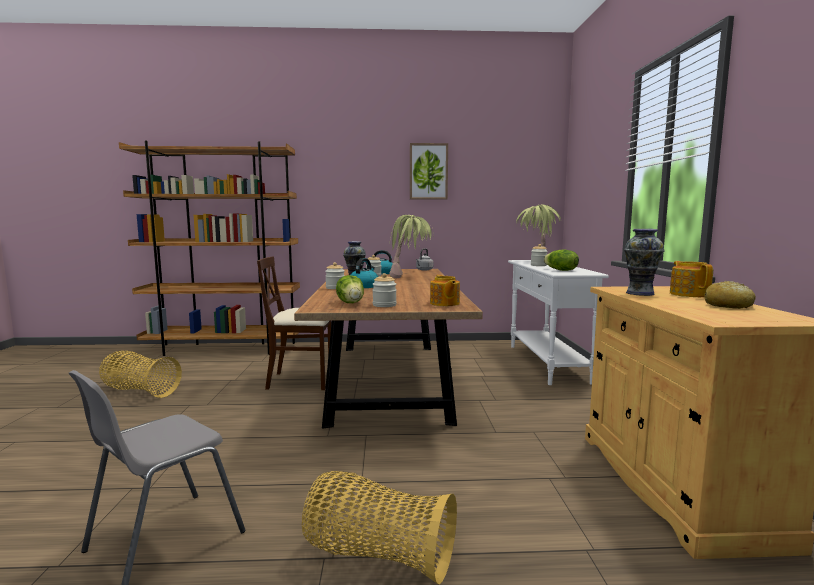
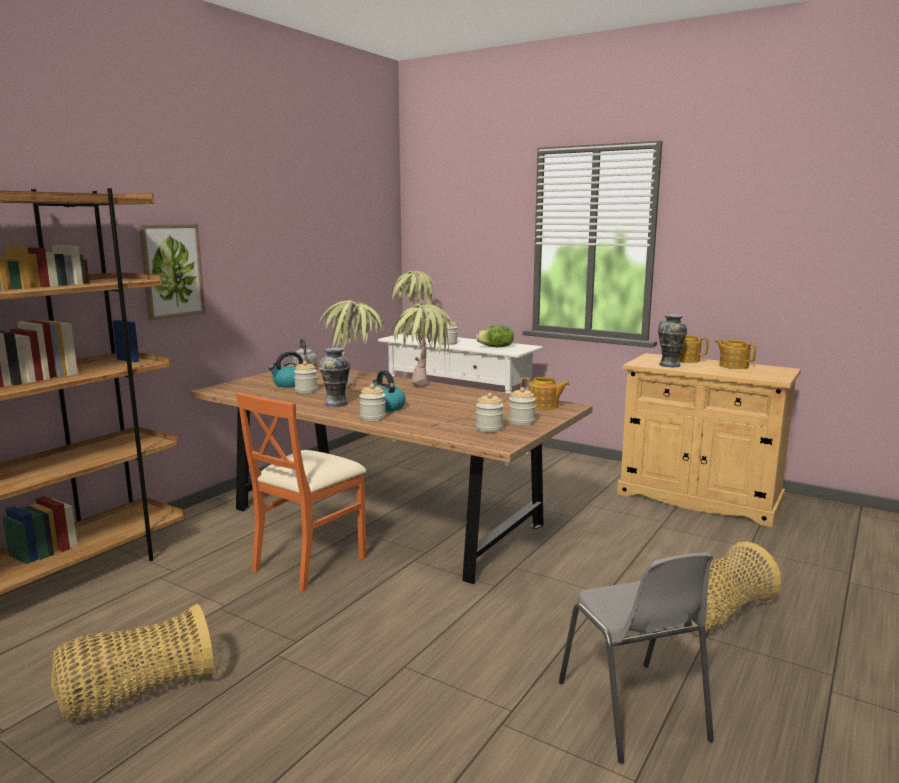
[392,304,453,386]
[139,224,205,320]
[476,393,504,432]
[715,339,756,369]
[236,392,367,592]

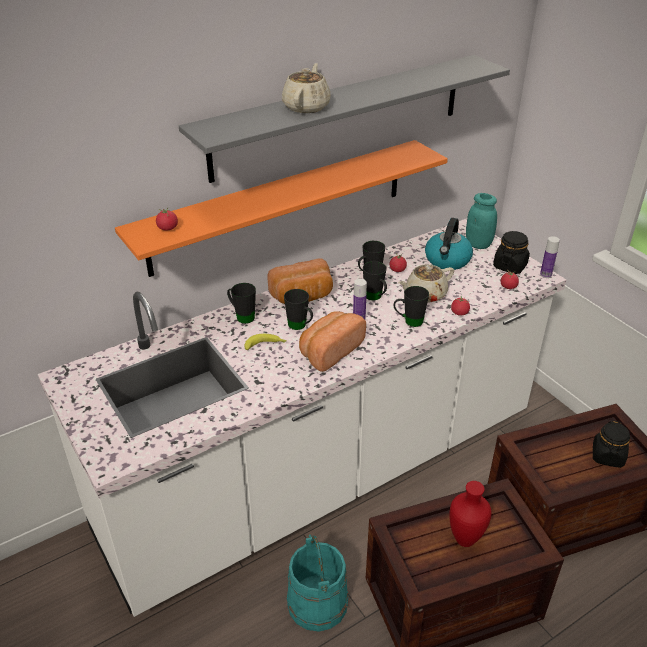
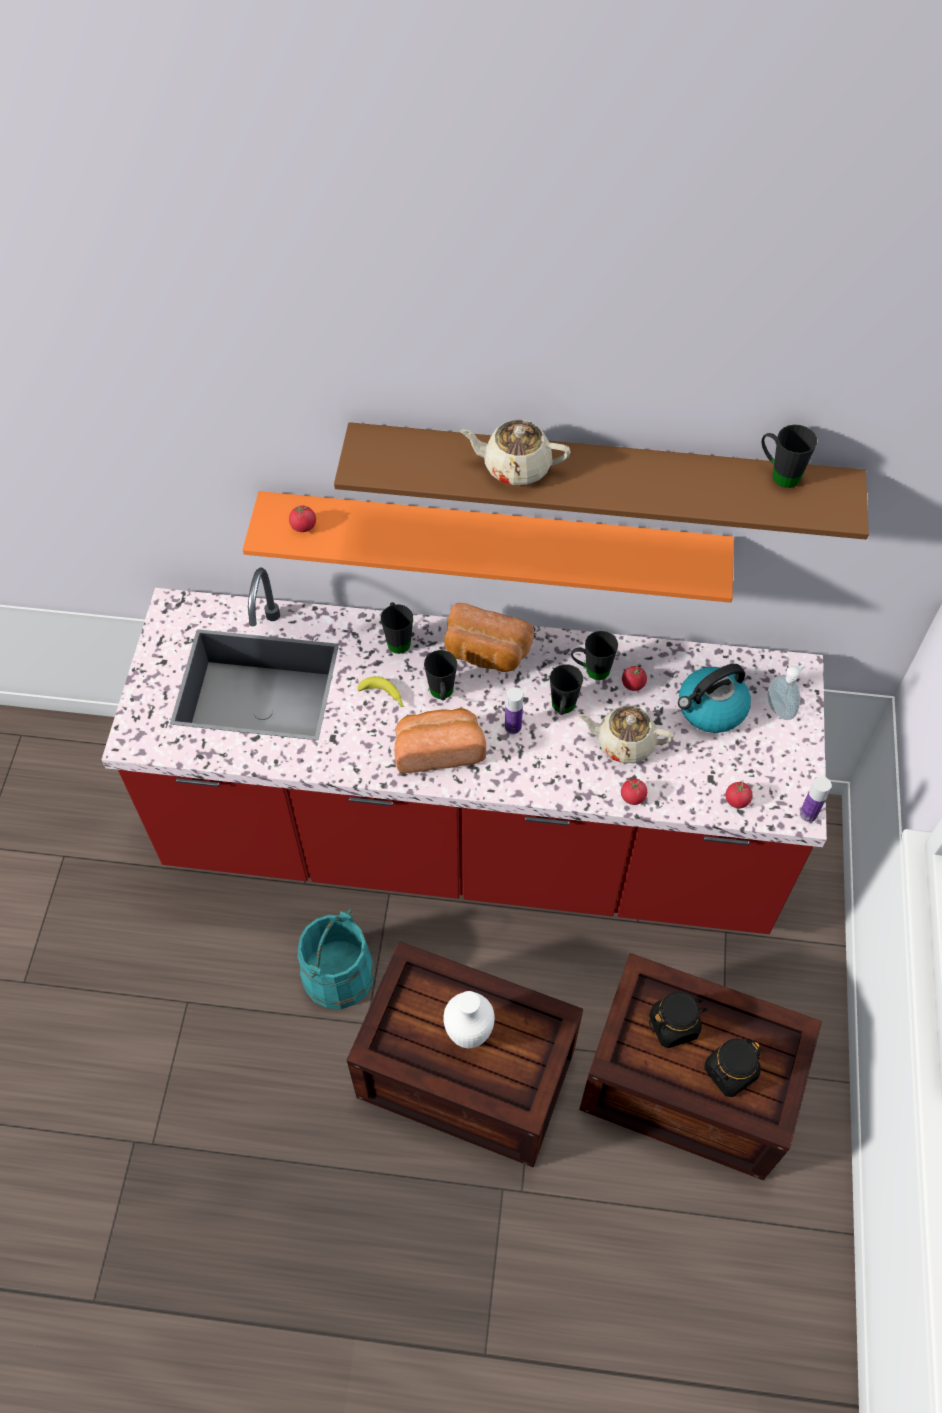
[762,424,817,488]
[649,992,707,1048]
[767,664,805,720]
[101,567,827,934]
[334,422,869,540]
[443,991,495,1048]
[460,419,571,485]

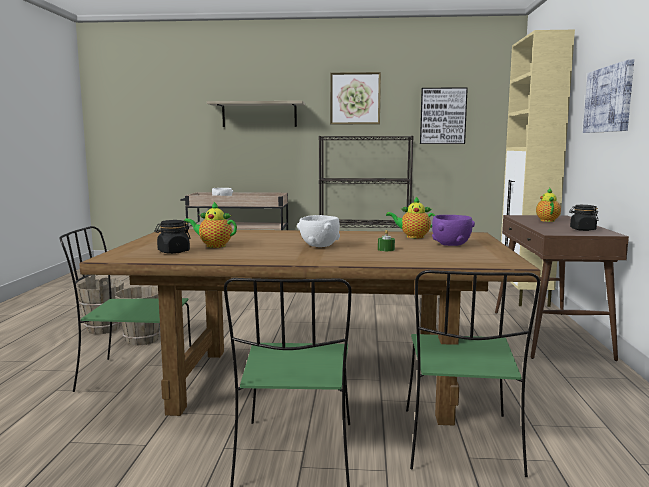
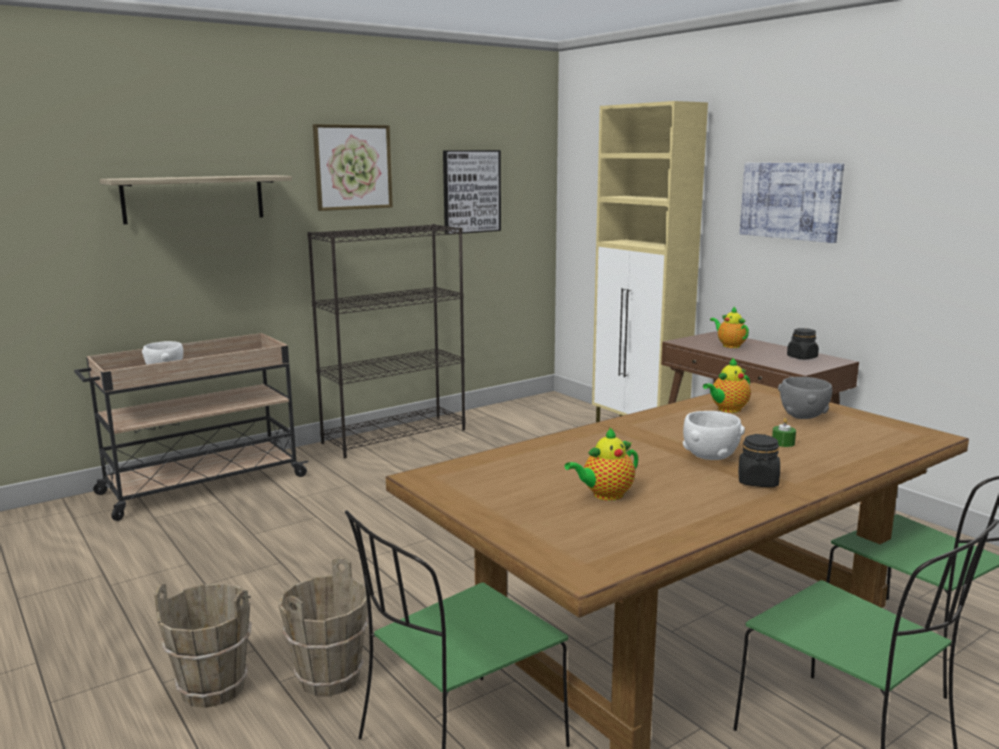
[738,434,780,487]
[778,377,832,419]

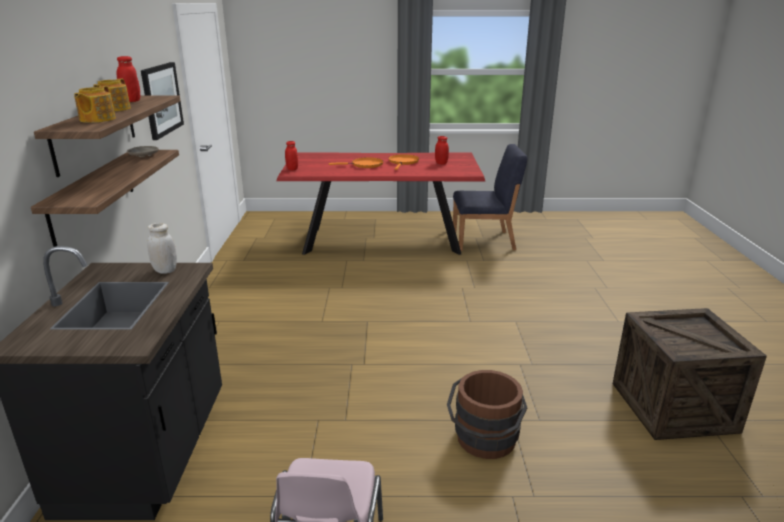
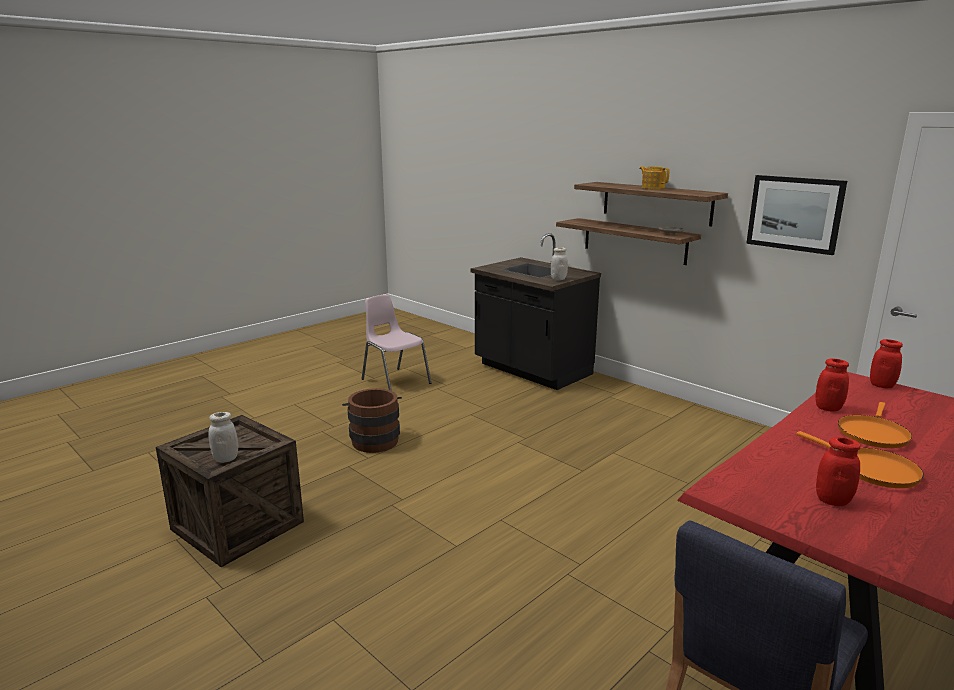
[74,86,116,123] (first image)
[208,412,238,463]
[815,359,849,412]

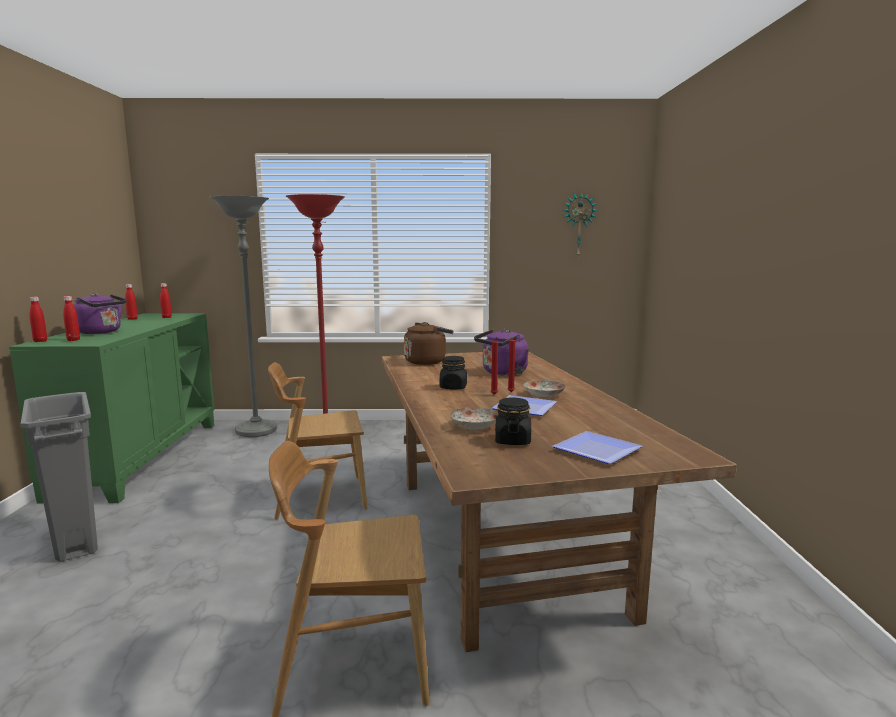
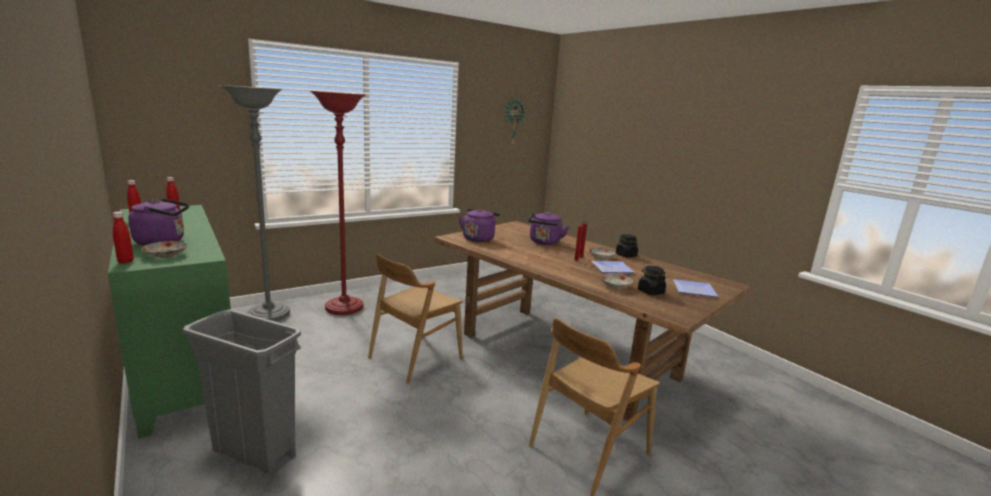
[616,234,638,257]
[141,241,187,258]
[458,209,500,242]

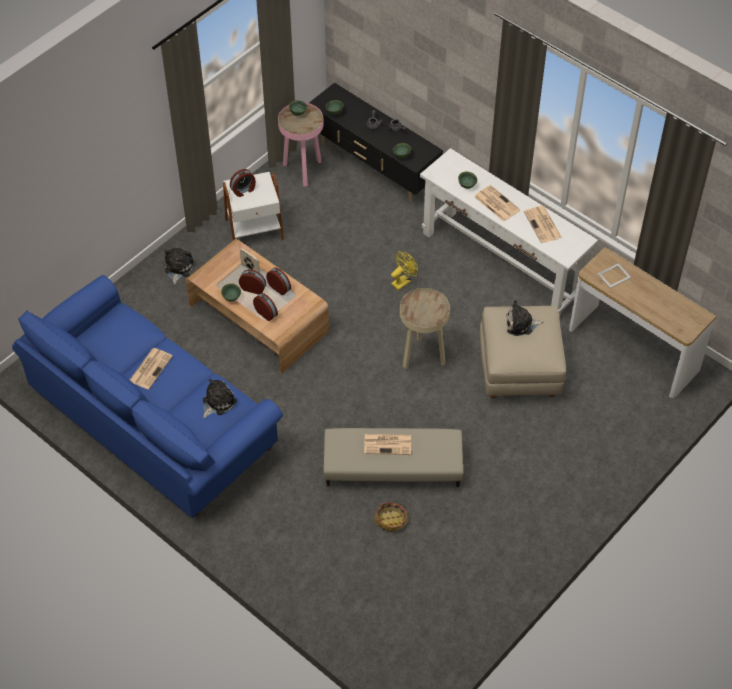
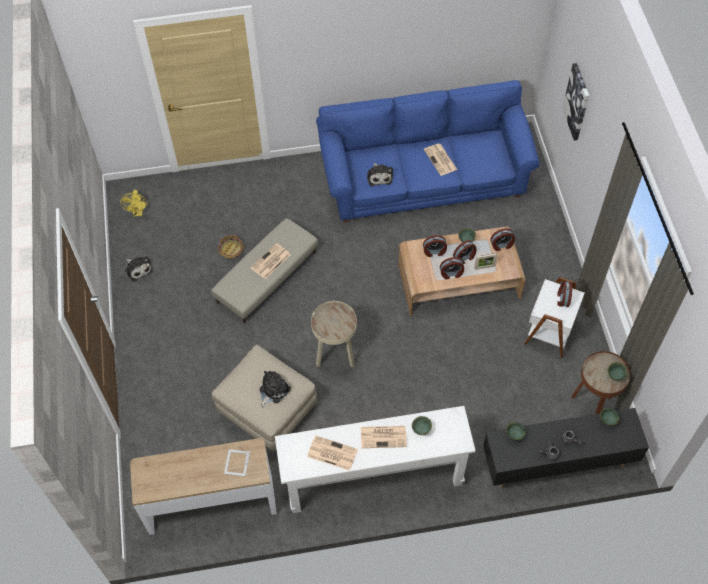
[490,228,515,251]
[562,63,589,140]
[125,256,153,282]
[120,190,148,217]
[571,351,630,414]

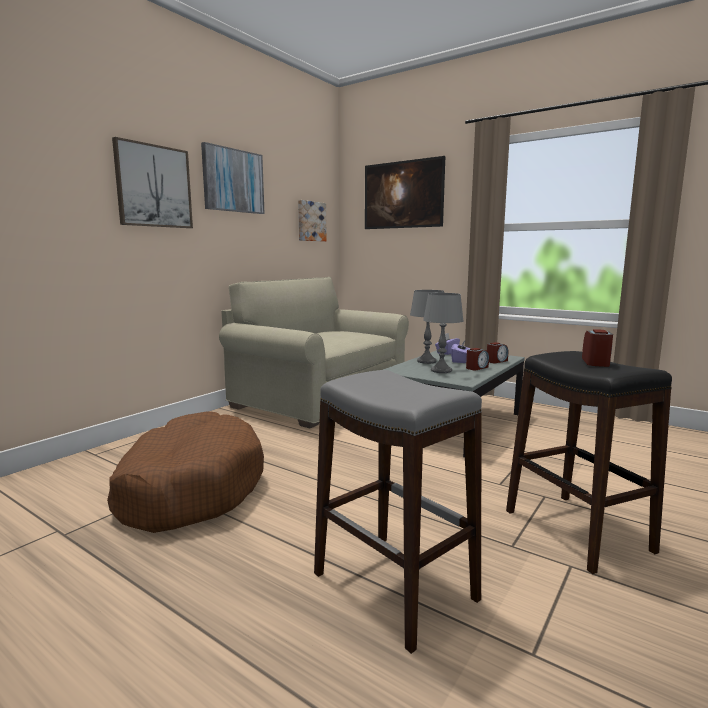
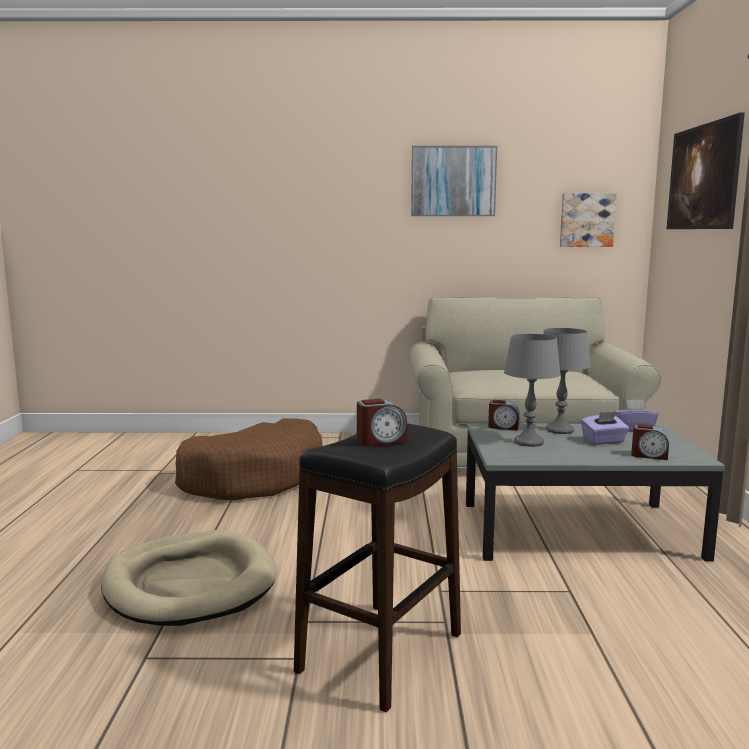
[112,137,193,228] (first image)
[488,400,520,431]
[101,530,277,626]

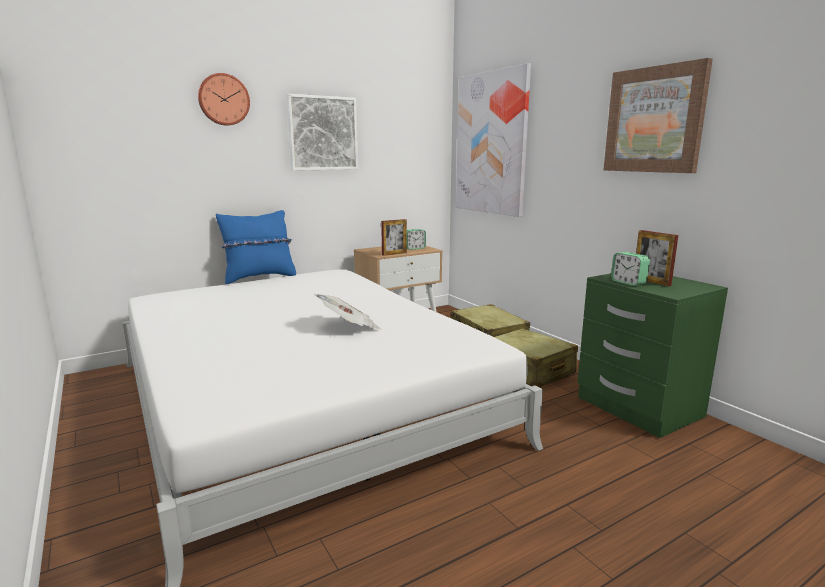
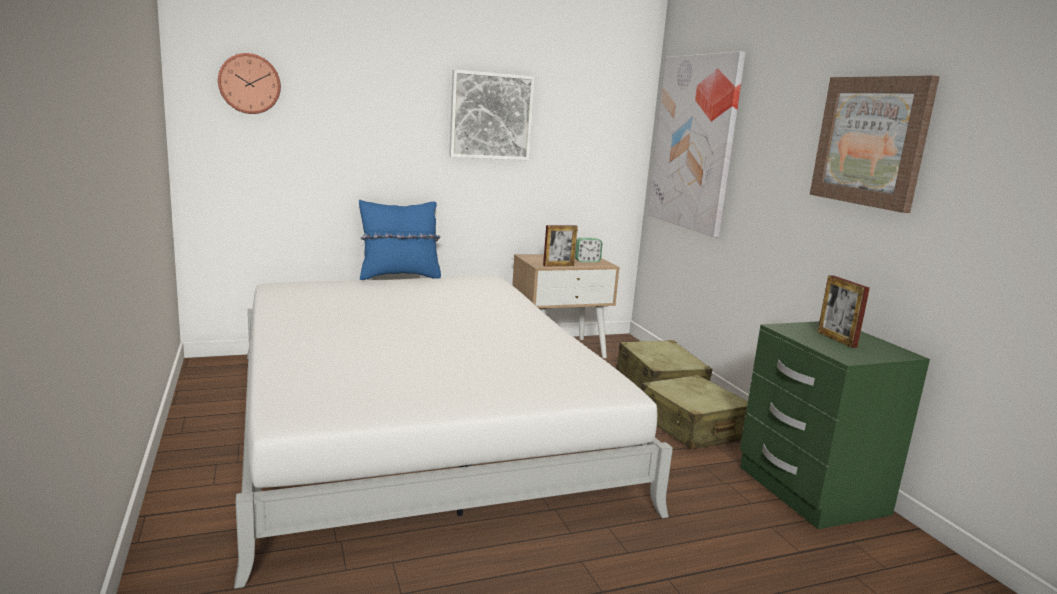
[314,294,381,329] (first image)
[611,252,650,286] (first image)
[218,53,281,114]

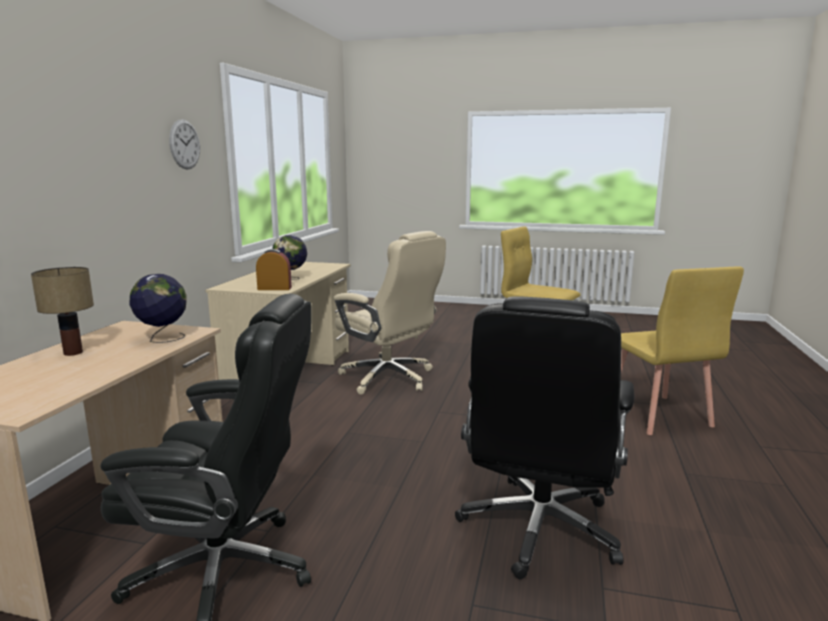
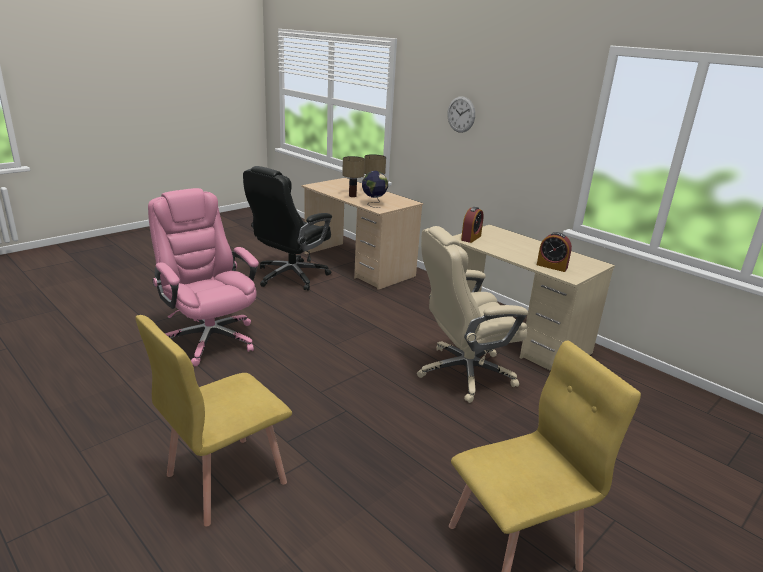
[272,235,307,280] (first image)
[342,156,365,197]
[537,232,572,272]
[447,96,475,133]
[148,188,259,366]
[135,315,292,527]

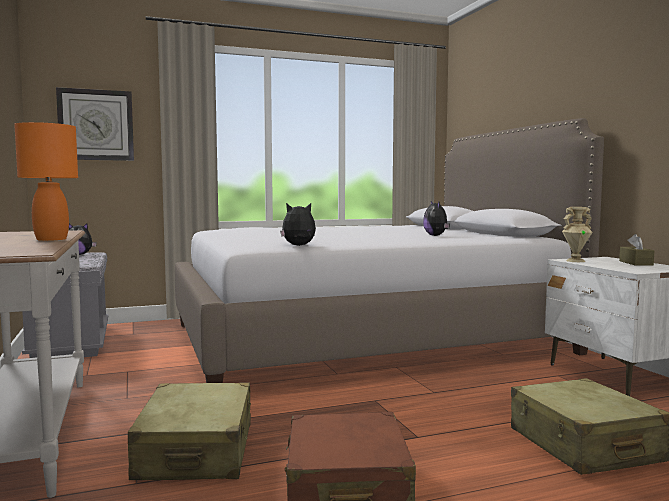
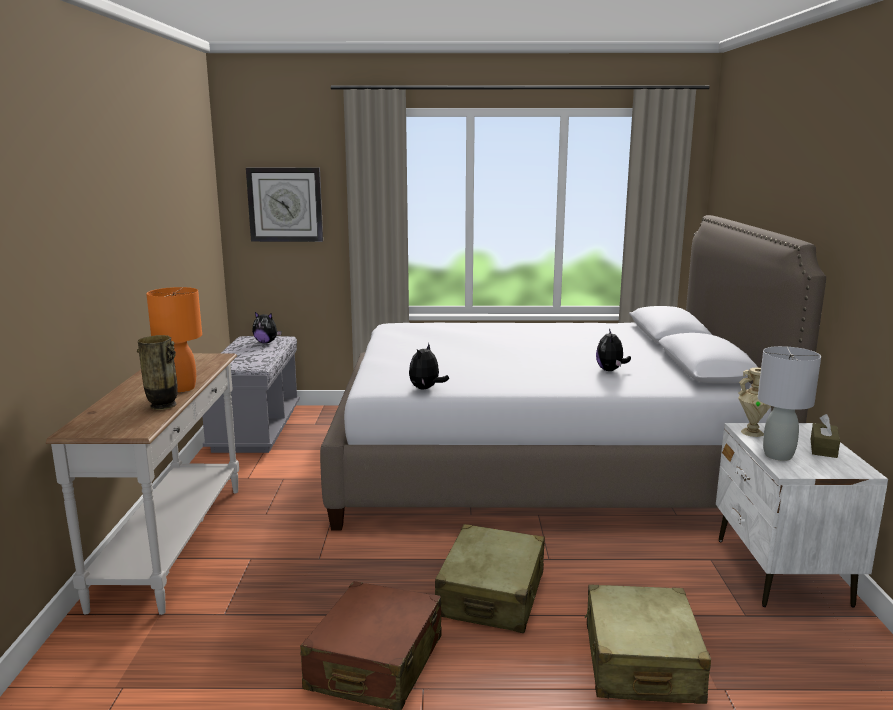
[137,335,178,410]
[758,346,821,461]
[435,524,545,633]
[409,343,449,389]

